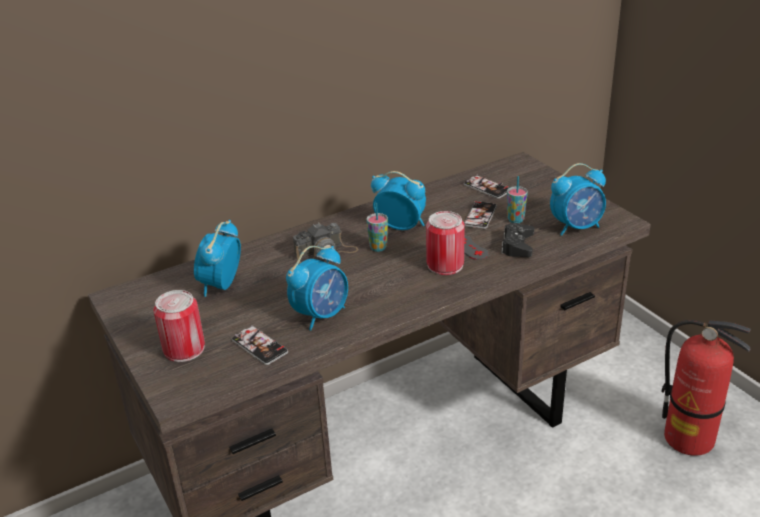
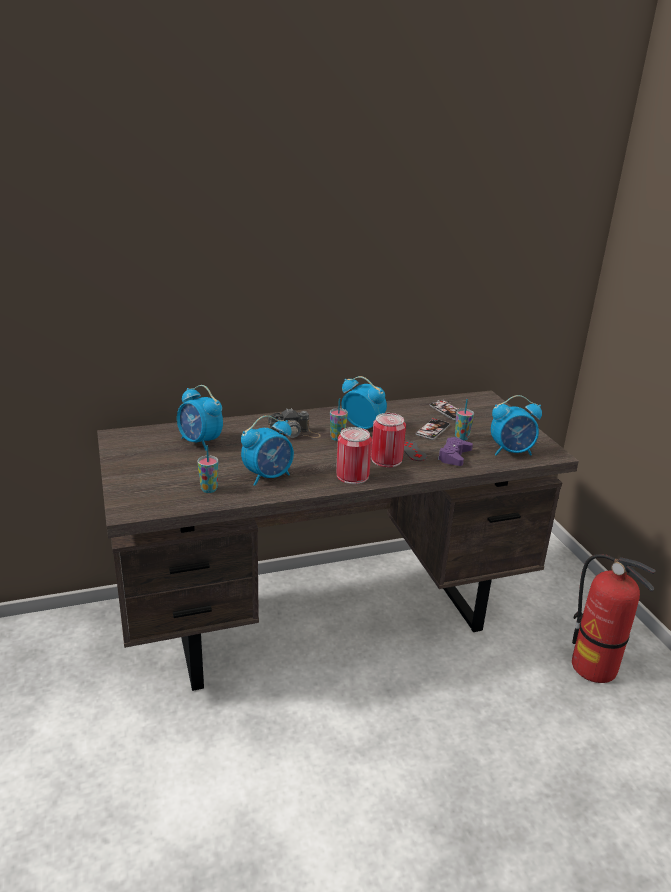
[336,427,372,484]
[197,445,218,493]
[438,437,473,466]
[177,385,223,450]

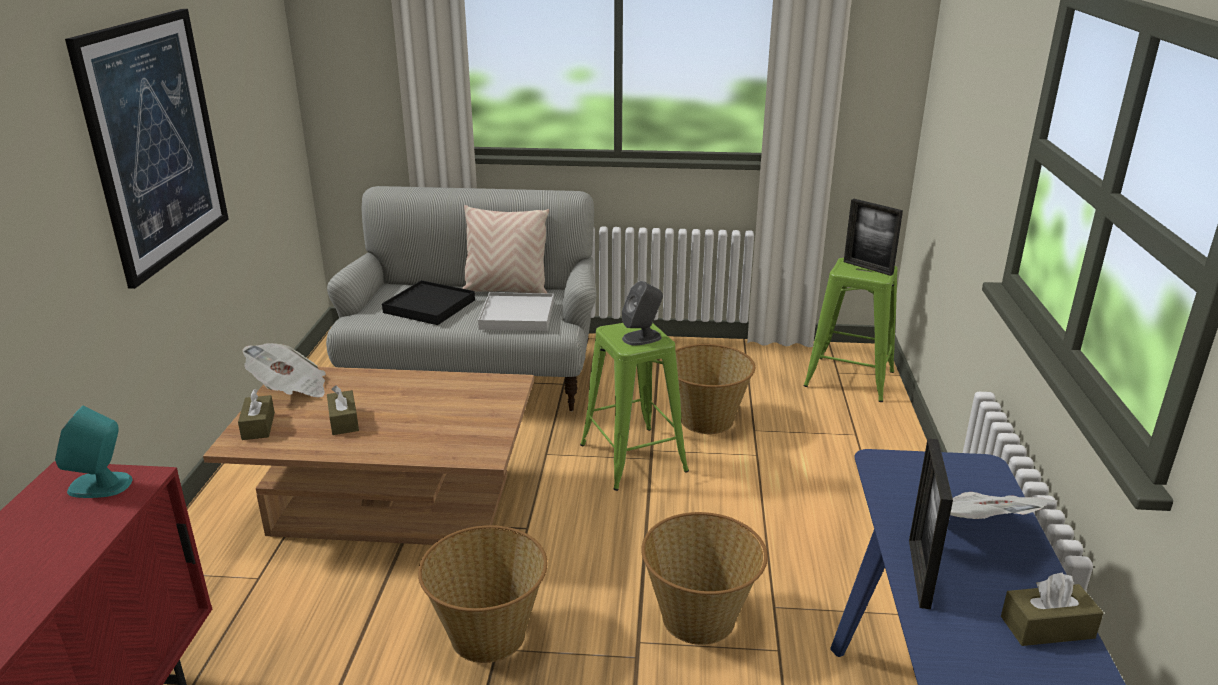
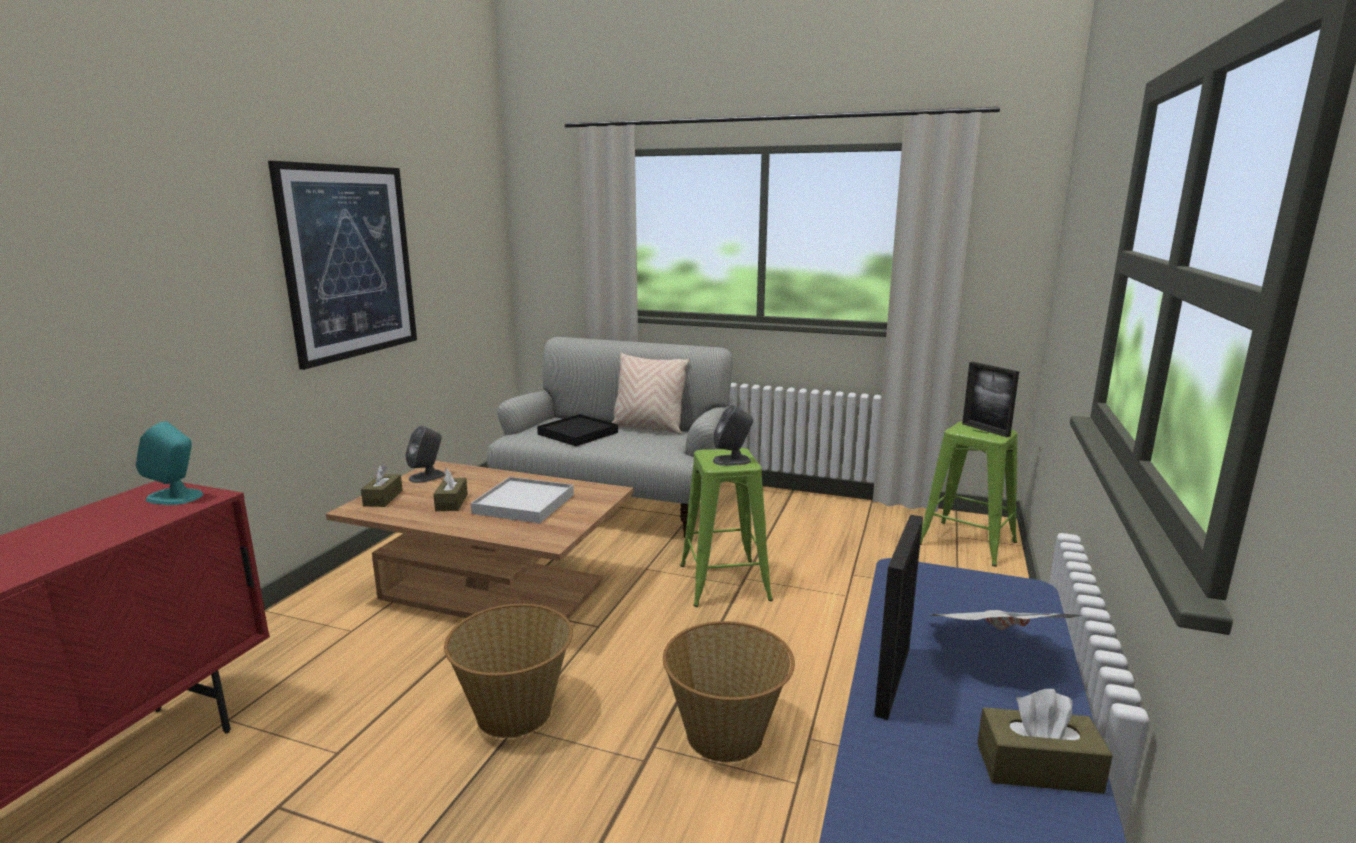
[675,344,755,434] (first image)
[471,477,574,524]
[405,426,445,483]

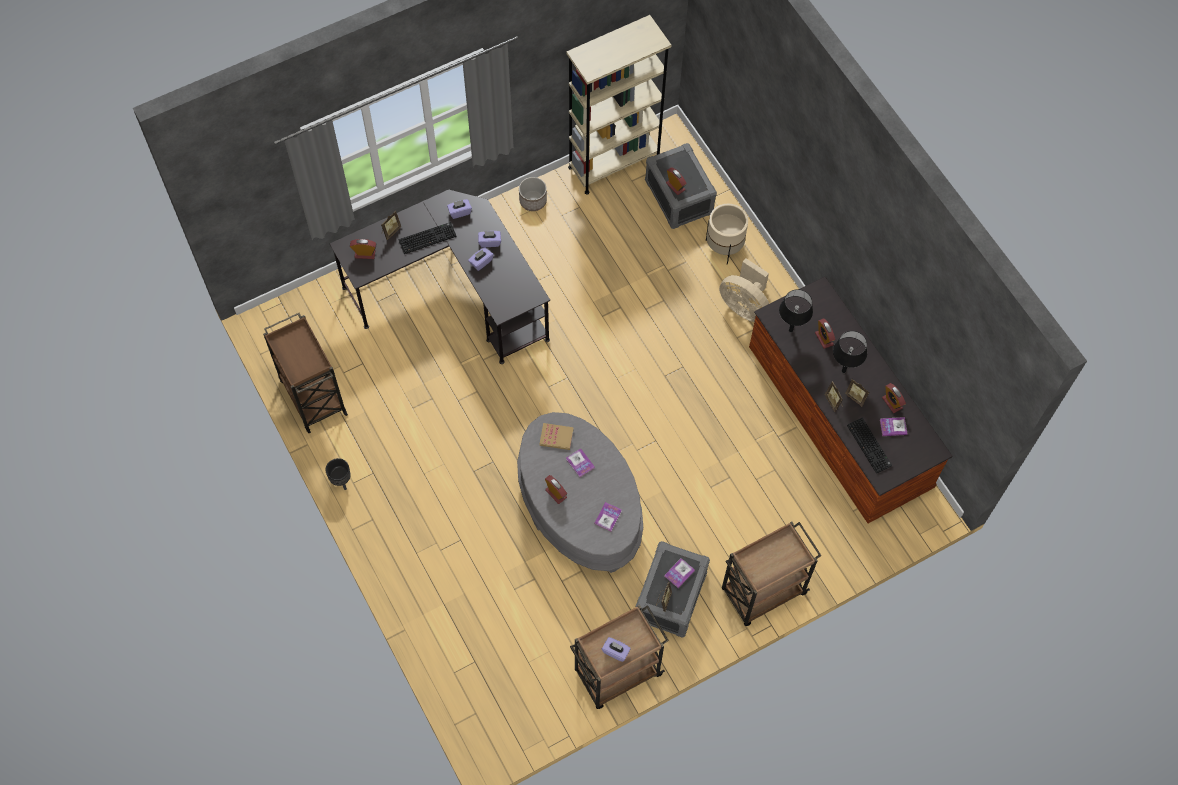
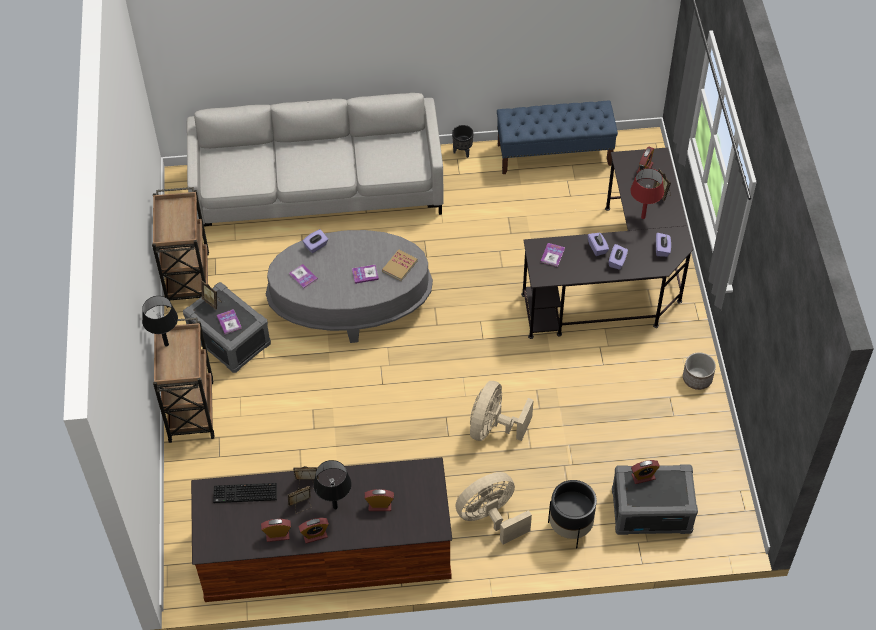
[566,15,671,195] (first image)
[187,93,443,226]
[470,381,534,441]
[298,518,329,544]
[303,229,328,253]
[142,296,178,347]
[541,243,565,267]
[497,101,618,174]
[630,168,664,219]
[548,480,597,549]

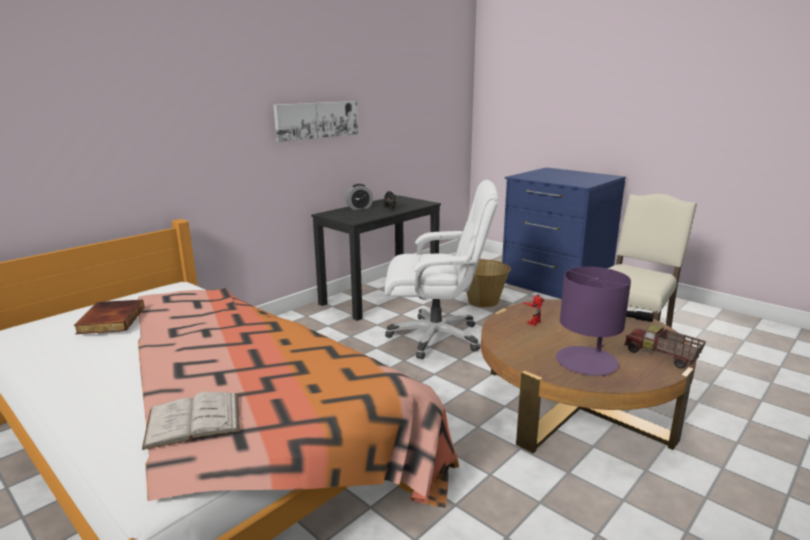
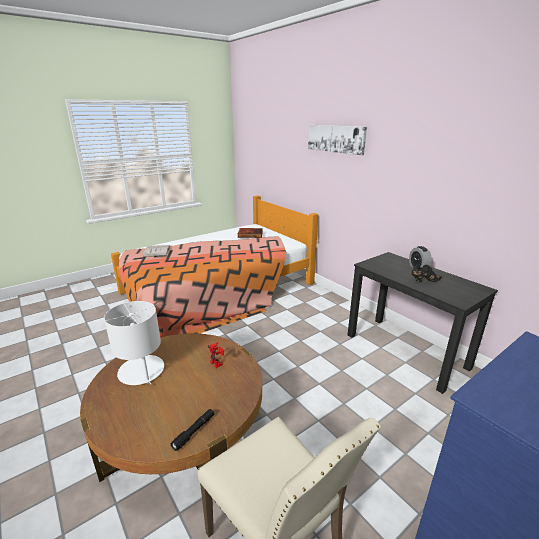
[385,180,498,359] (first image)
[467,259,511,307] (first image)
[624,325,706,369] (first image)
[308,125,367,155]
[104,301,164,385]

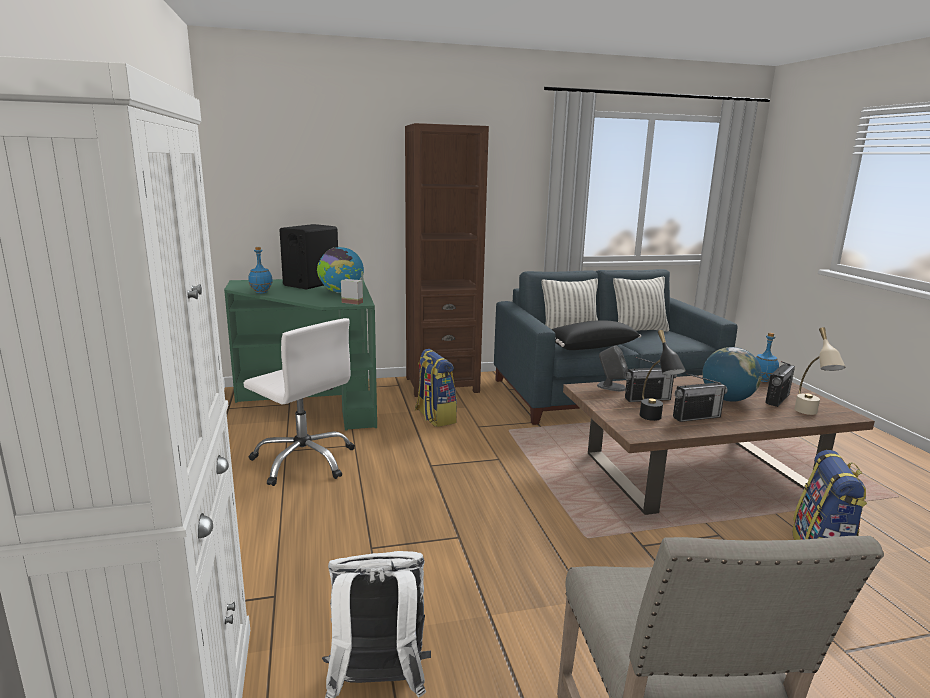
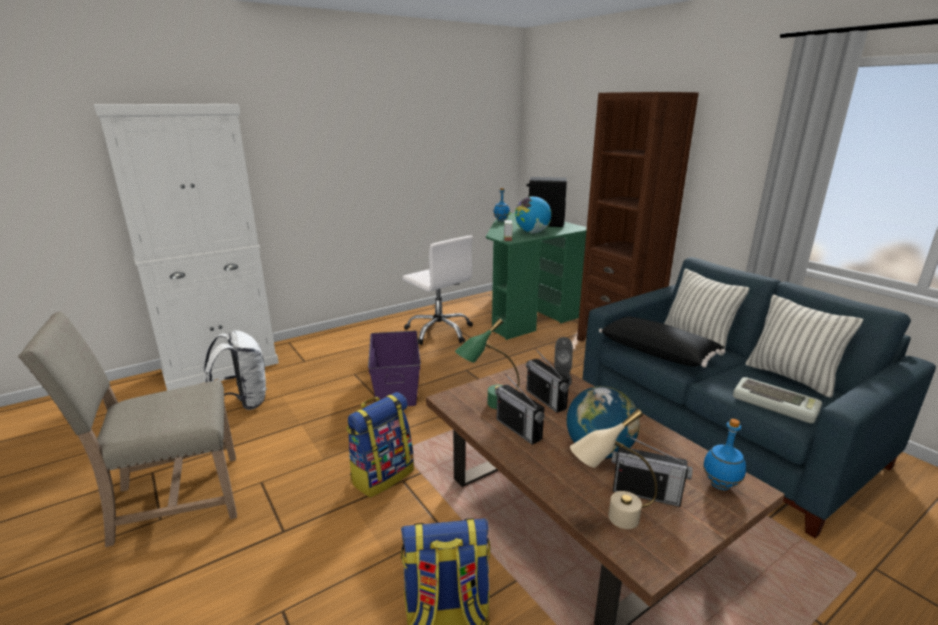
[368,331,421,406]
[733,377,822,423]
[346,392,414,498]
[455,318,520,409]
[403,236,473,345]

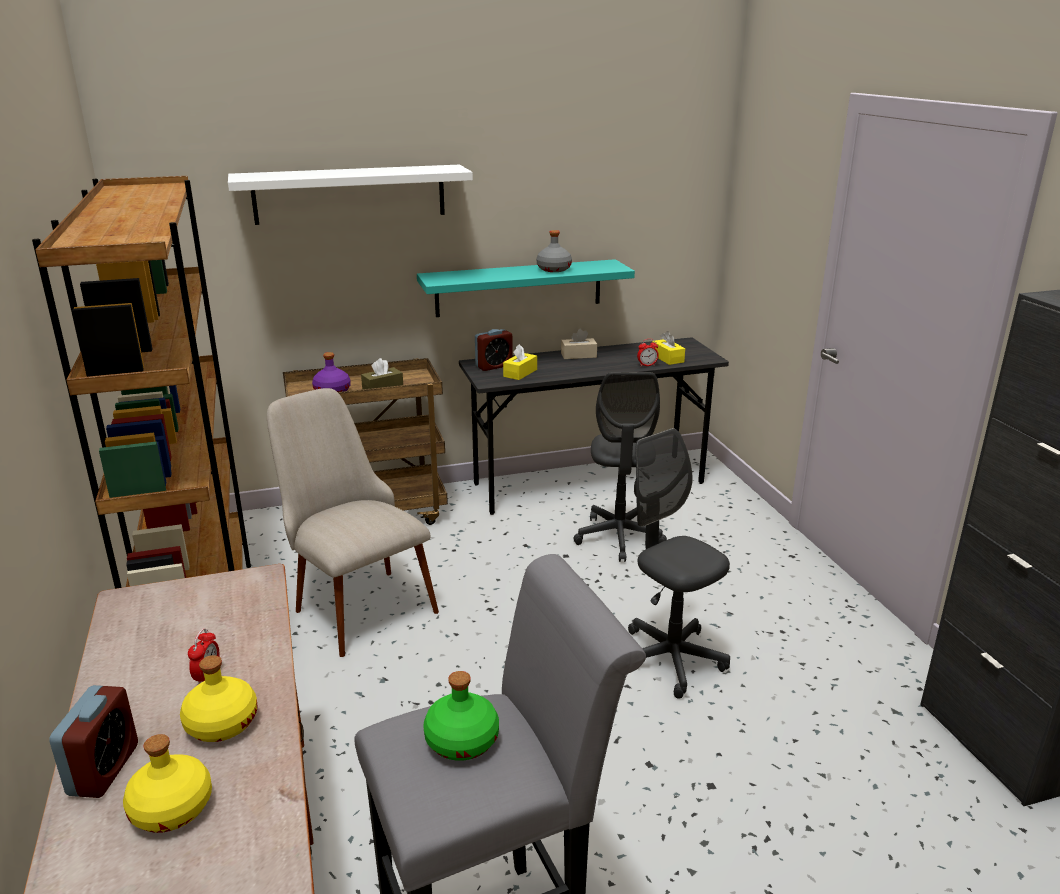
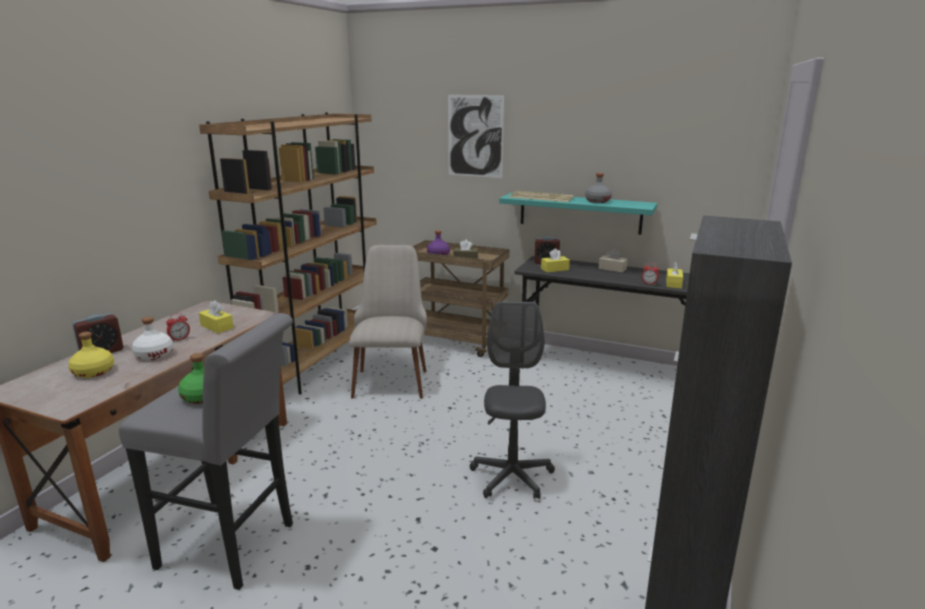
[573,372,667,562] (first image)
[199,300,234,333]
[509,191,574,202]
[448,95,504,178]
[132,317,173,360]

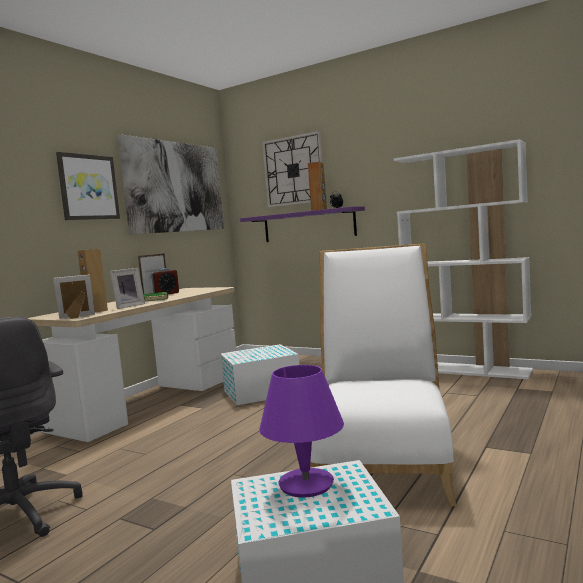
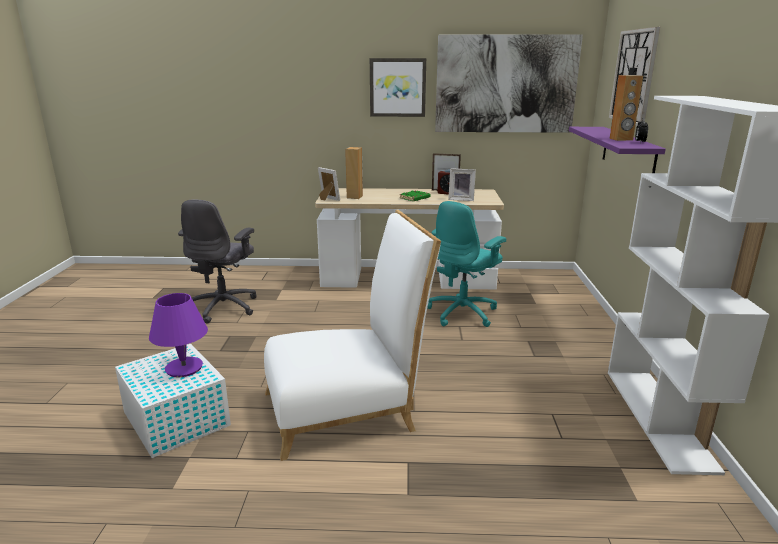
[448,168,476,201]
[427,201,506,327]

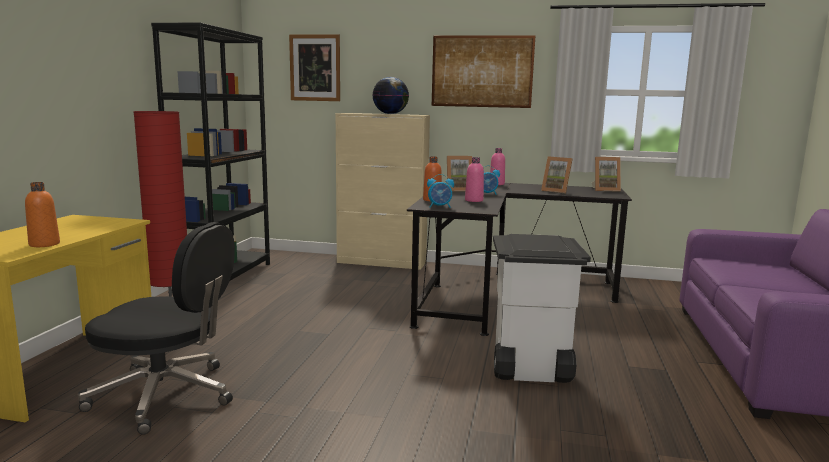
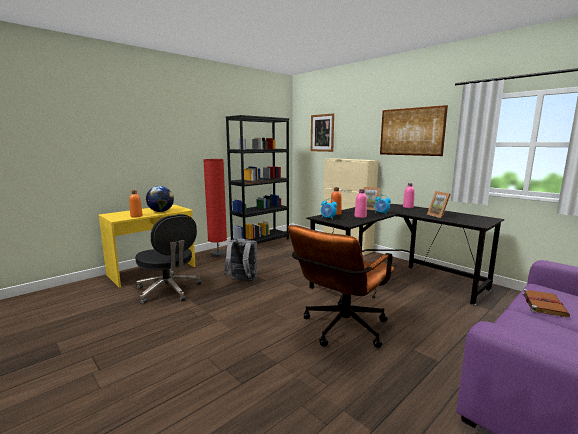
[592,157,621,192] (first image)
[224,239,258,281]
[522,289,570,317]
[146,186,174,212]
[288,225,395,348]

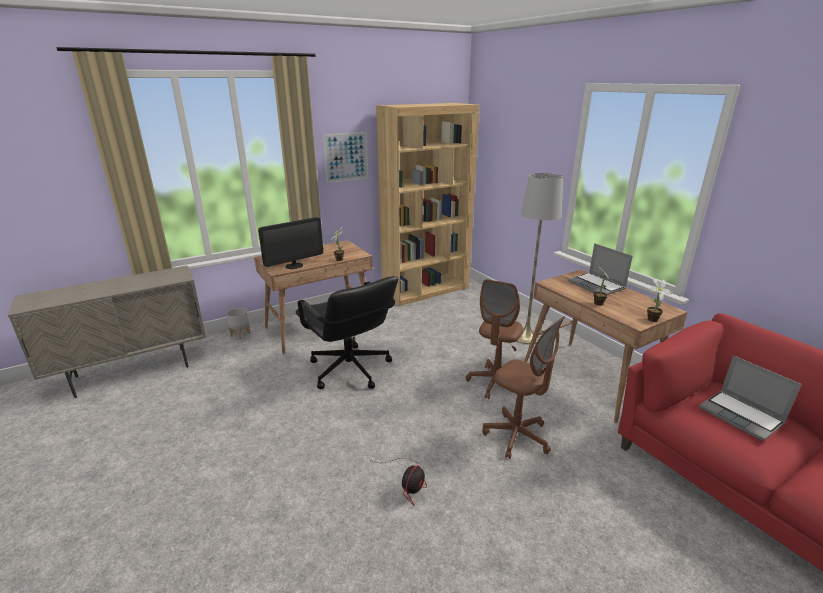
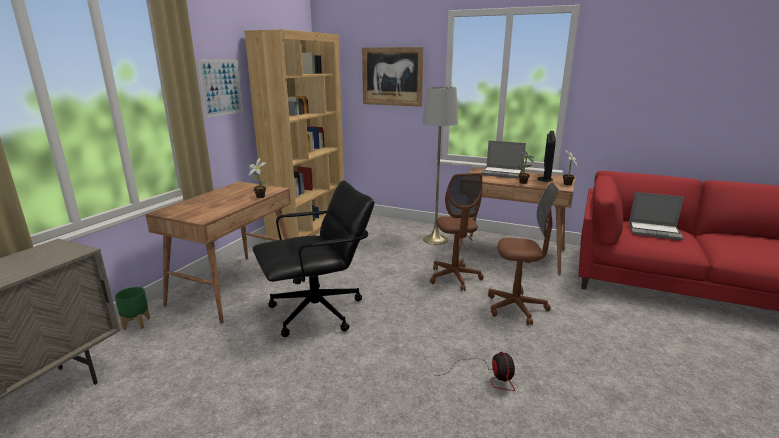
[362,47,424,107]
[538,131,556,182]
[115,287,150,330]
[253,180,374,337]

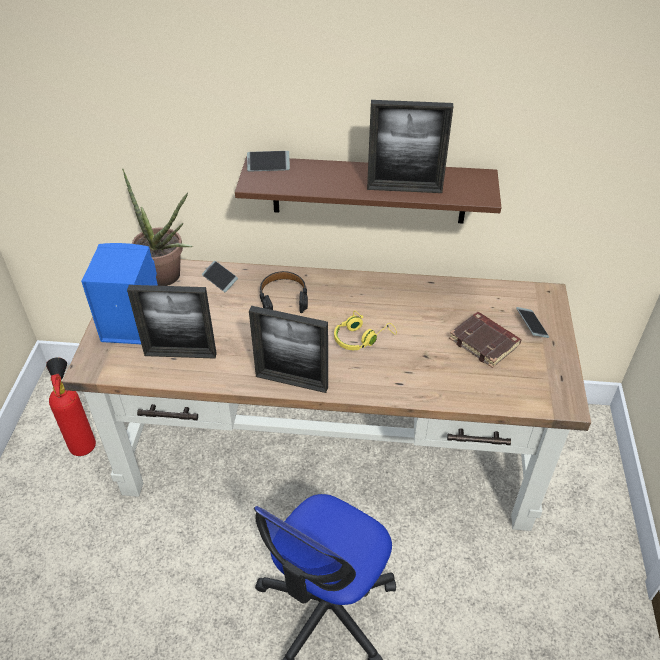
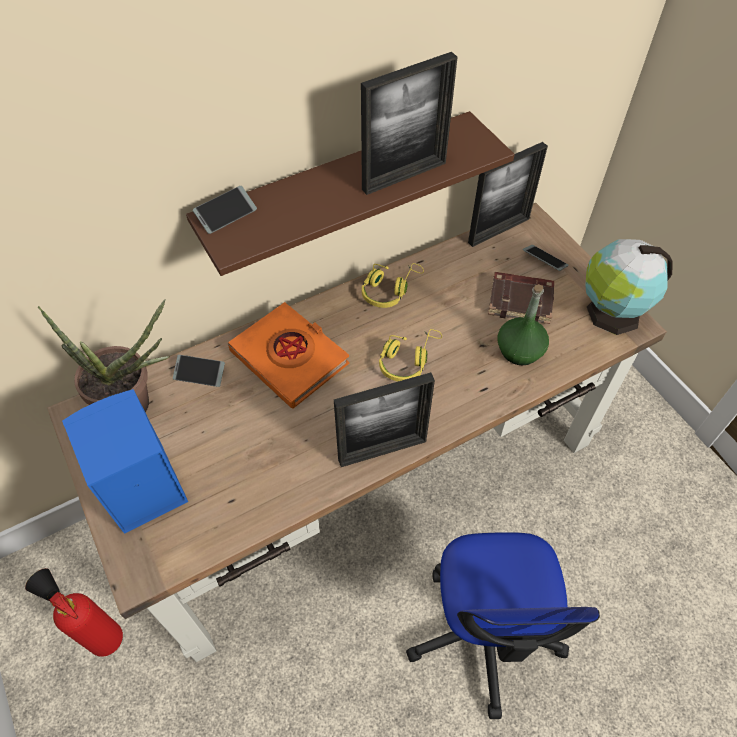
[362,263,424,308]
[498,284,549,365]
[585,239,673,335]
[468,142,548,247]
[228,302,349,408]

